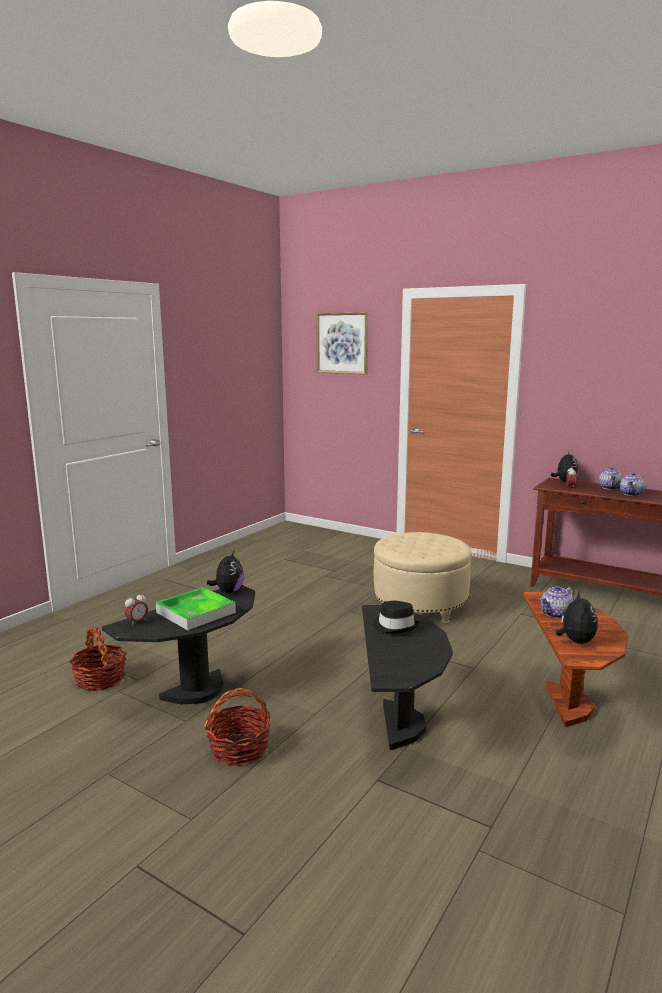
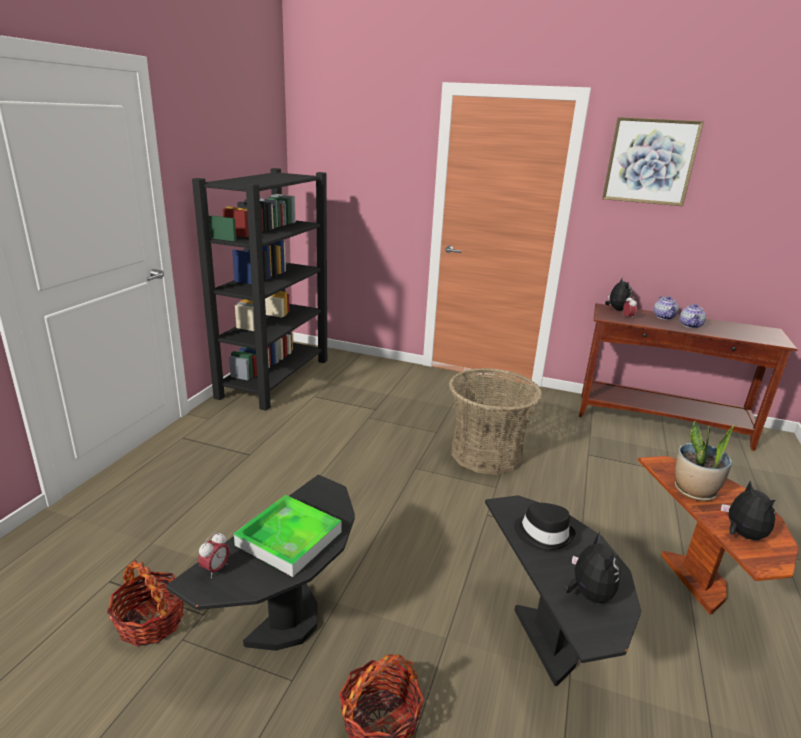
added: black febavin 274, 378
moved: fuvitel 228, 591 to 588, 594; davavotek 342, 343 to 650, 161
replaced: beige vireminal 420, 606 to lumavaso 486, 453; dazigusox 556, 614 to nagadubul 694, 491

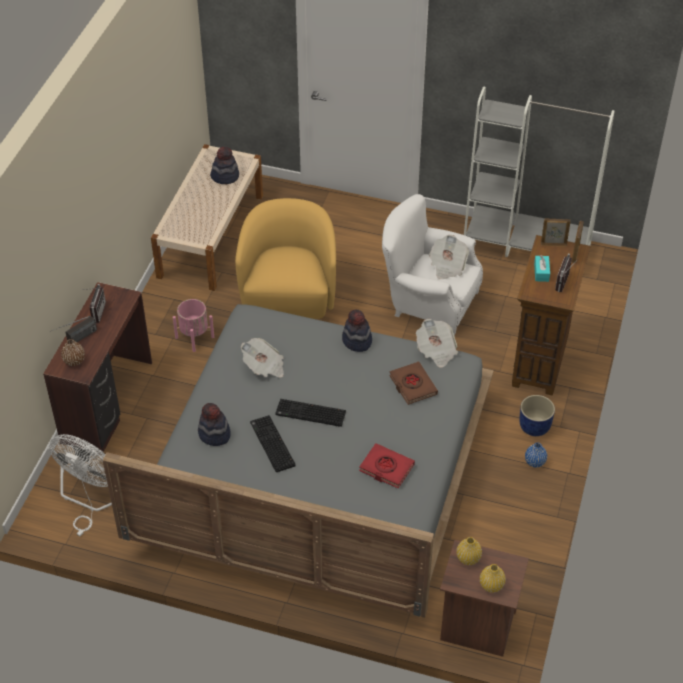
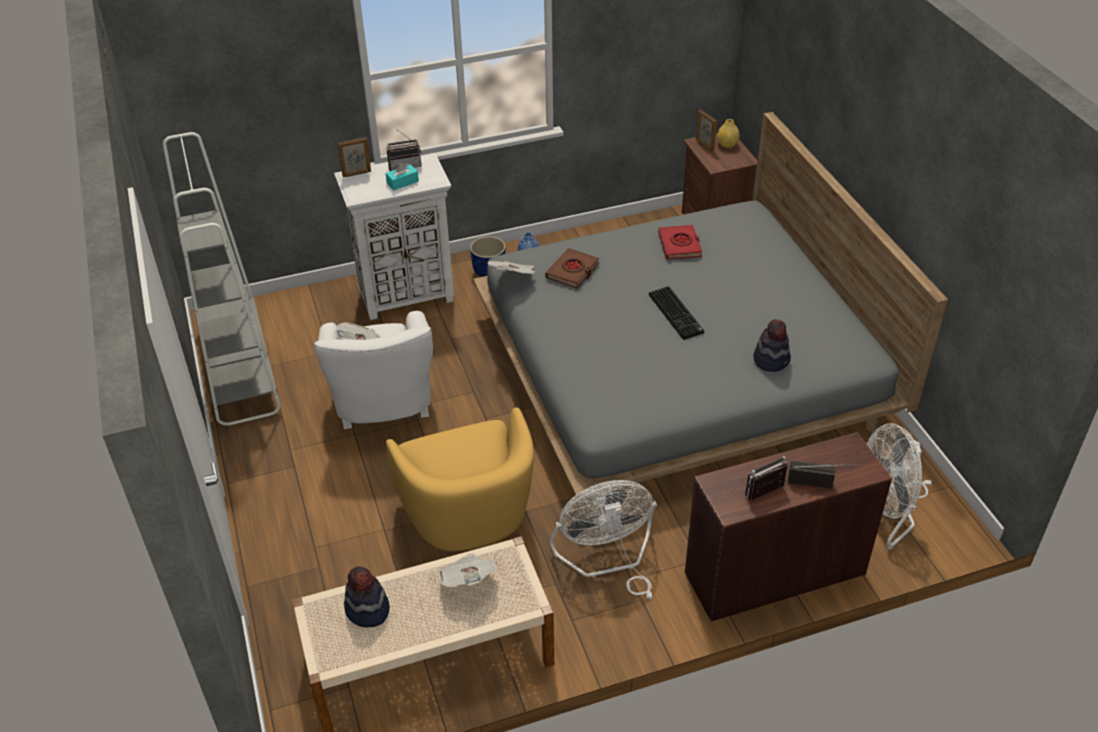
removed: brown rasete 74, 361; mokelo 271, 444; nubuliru 357, 341; yellow rasete 468, 558
moved: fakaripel 264, 367 to 468, 580; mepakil 553, 244 to 704, 145
replaced: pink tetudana 194, 337 to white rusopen 611, 560
recoloured: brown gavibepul 540, 363 to white gavibepul 407, 296
turned: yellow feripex 289, 294 = 469, 517 75 degrees counterclockwise

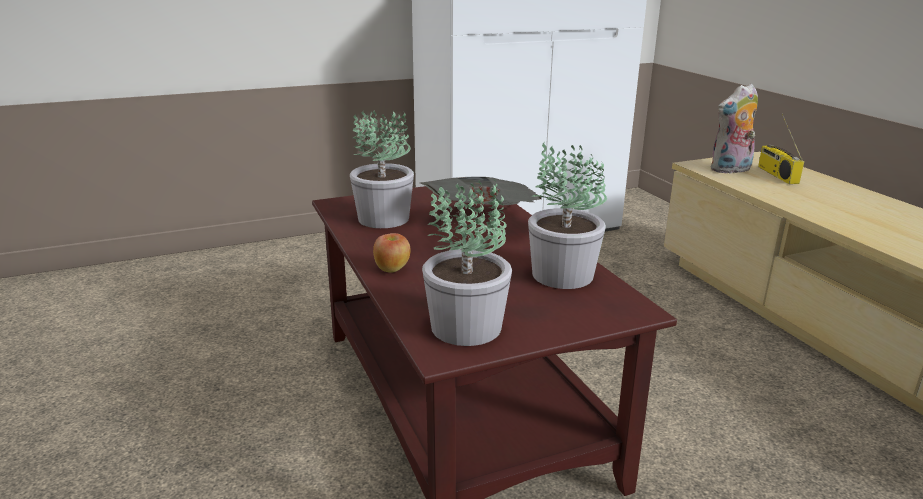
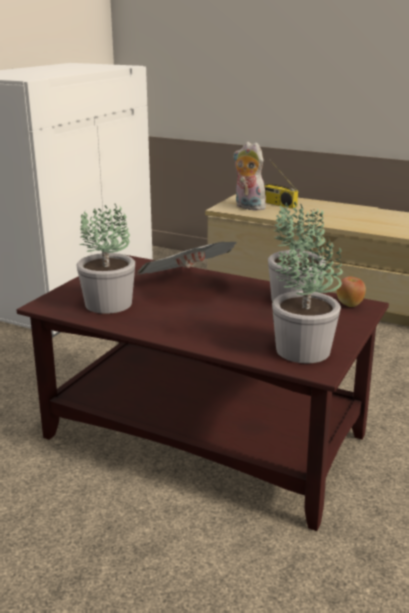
moved: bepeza 392, 269 to 350, 304
turned: fuvitel 730, 170 = 247, 207 105 degrees clockwise

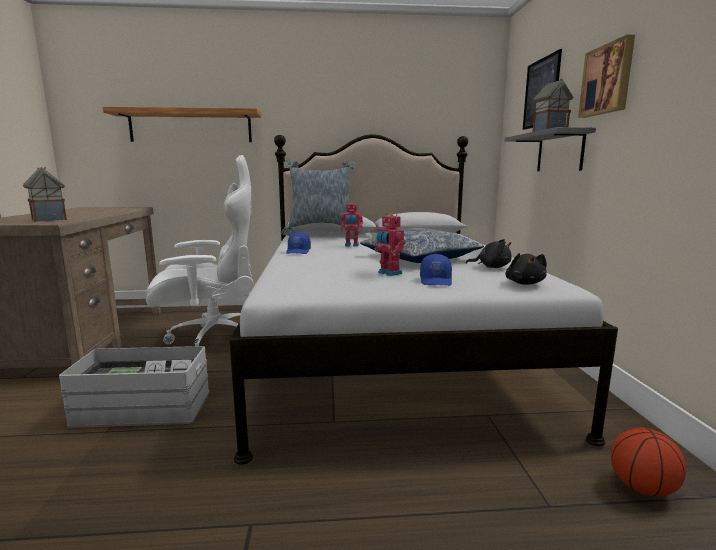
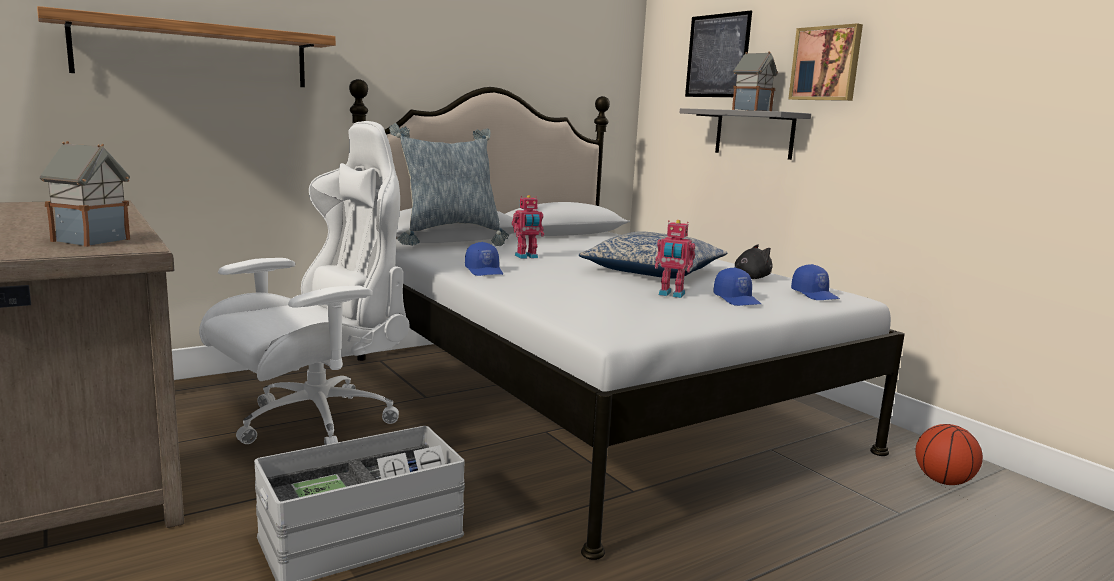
replaced: black fuvitel 524, 283 to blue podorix 815, 295

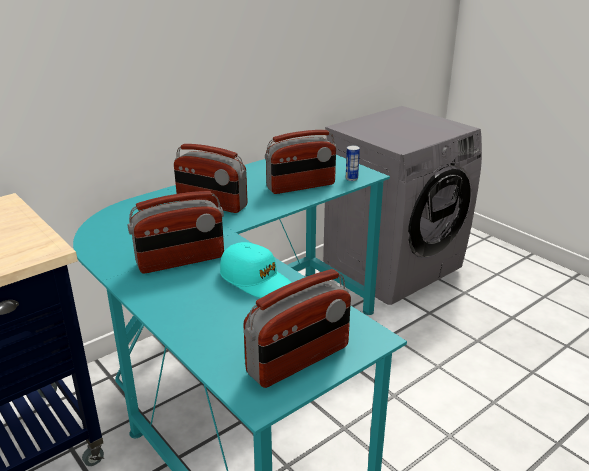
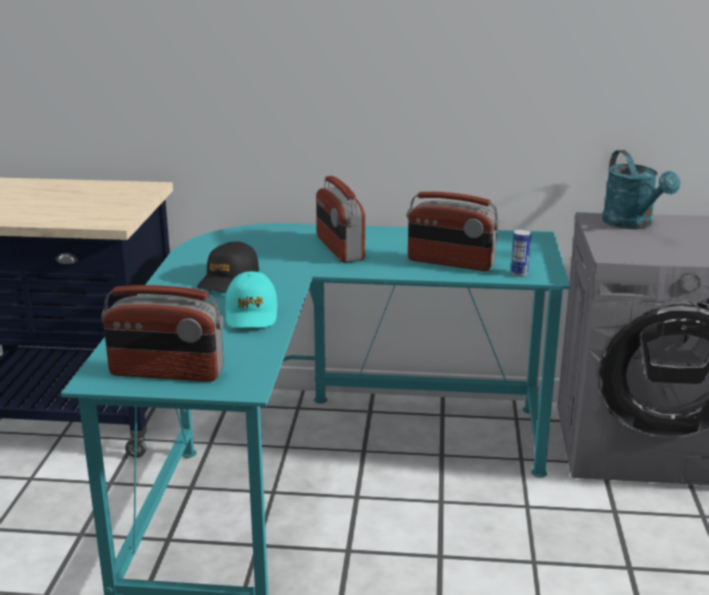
added: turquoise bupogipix 633, 224
replaced: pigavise 181, 261 to black podorix 228, 279

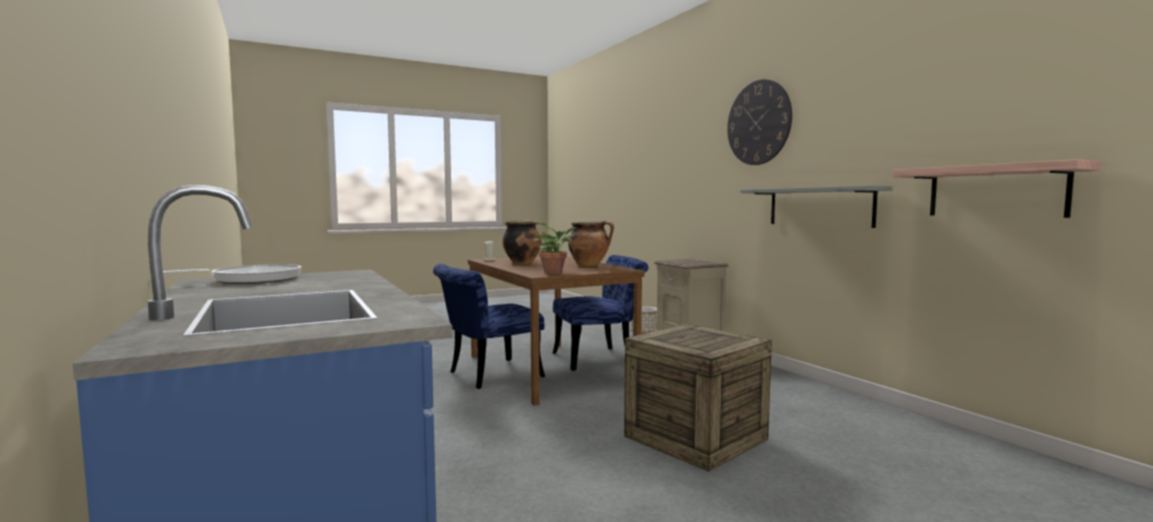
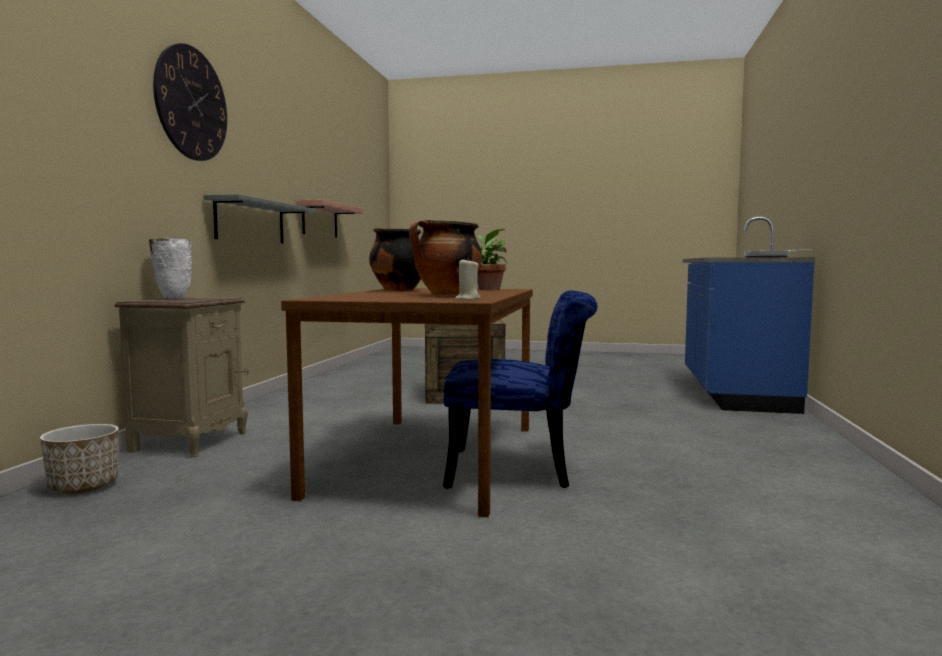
removed: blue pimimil 600, 358
added: white rasete 172, 298

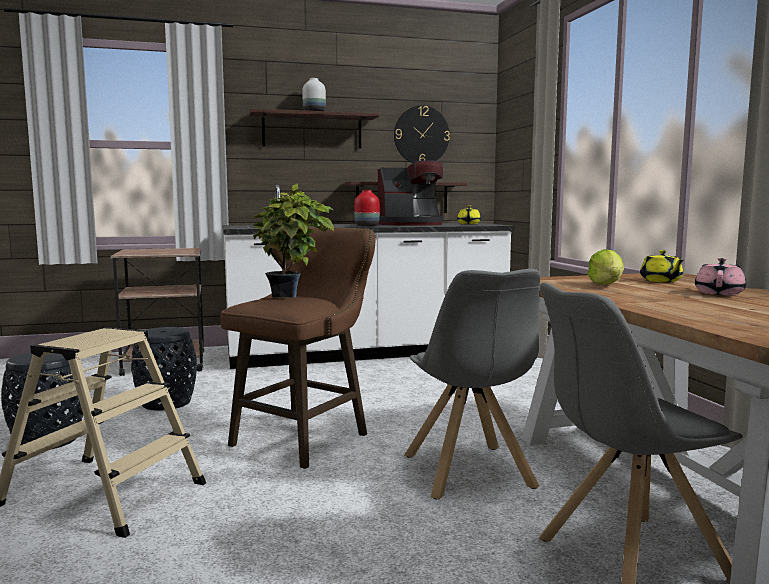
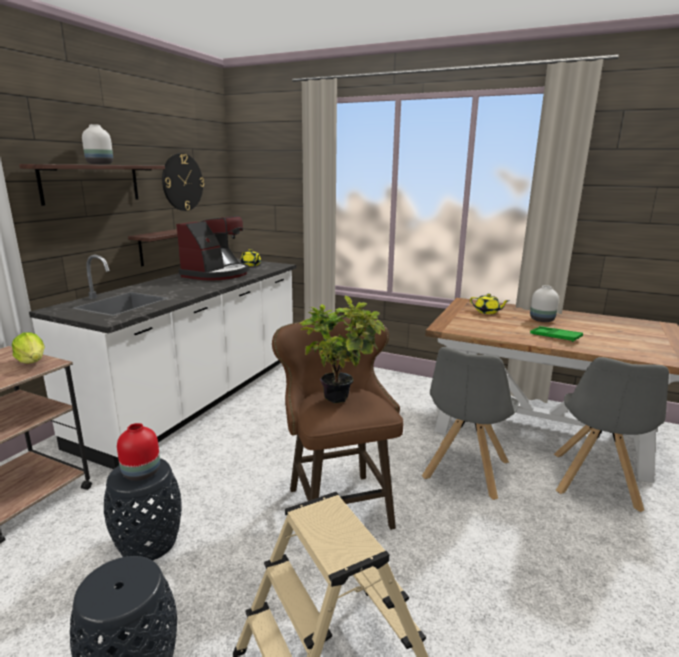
added: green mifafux 555, 337
moved: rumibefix 606, 285 to 32, 362; red rasete 367, 226 to 142, 472
replaced: pink dazigusox 719, 293 to white rasete 541, 320
turned: grey pimimil 470, 474 = 465, 472 90 degrees clockwise

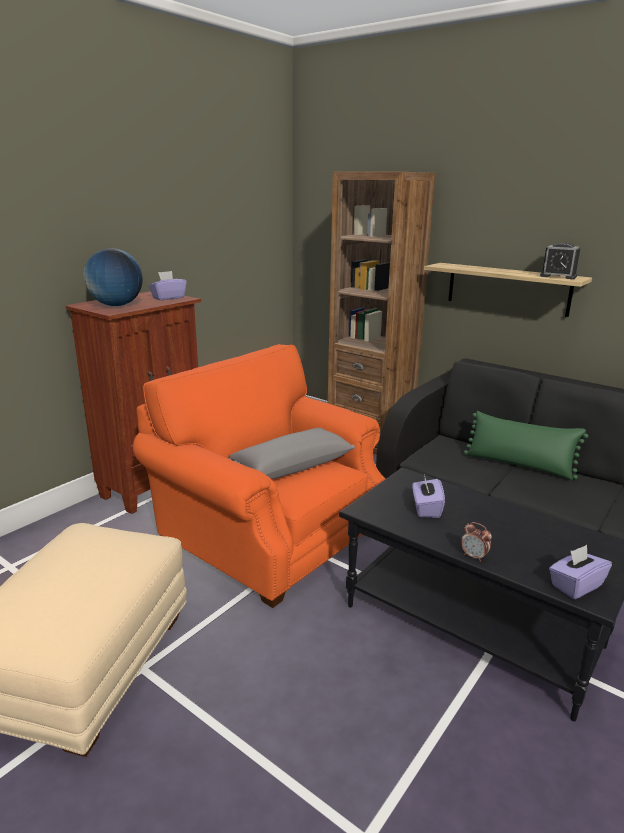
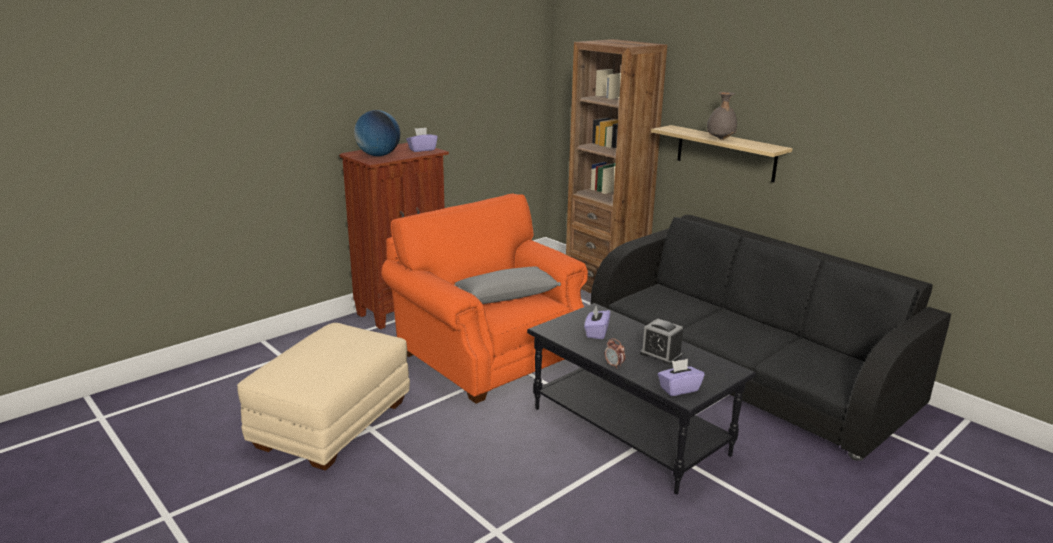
removed: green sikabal 519, 465
added: grey rasete 720, 139
moved: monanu 558, 276 to 660, 355

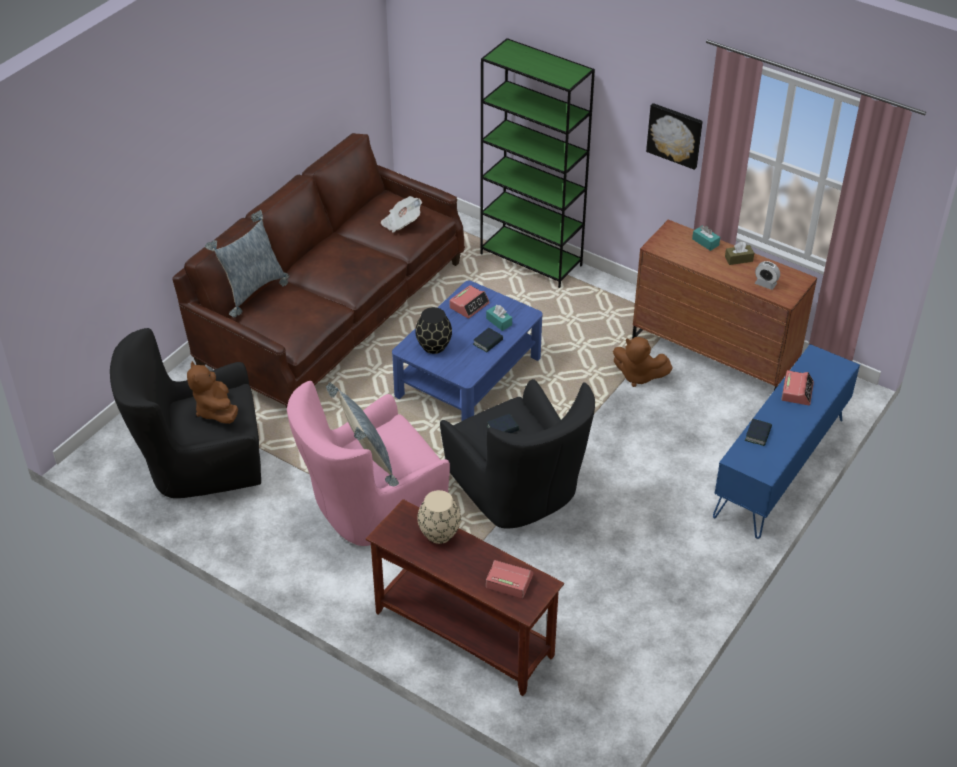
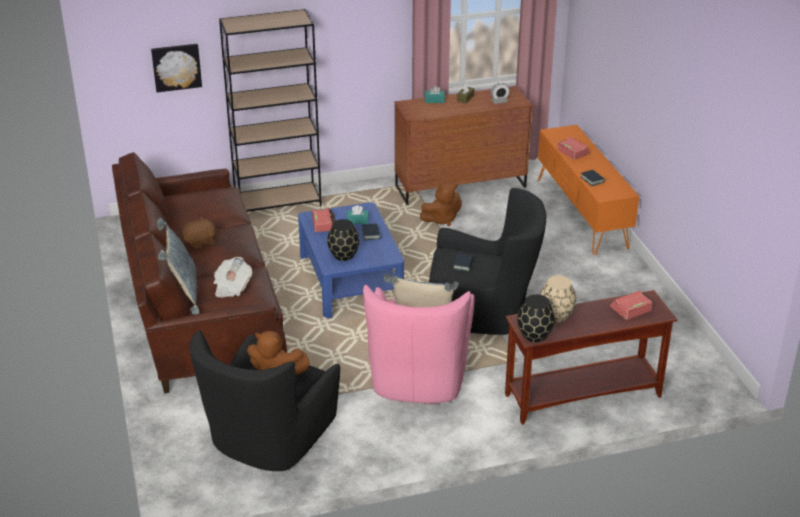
added: brown fuvitel 201, 242; black rasete 534, 335
moved: davavotek 675, 135 to 176, 67; fakaripel 401, 223 to 231, 287
recoloured: green febavin 531, 260 to beige febavin 278, 203; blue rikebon 778, 468 to orange rikebon 581, 214

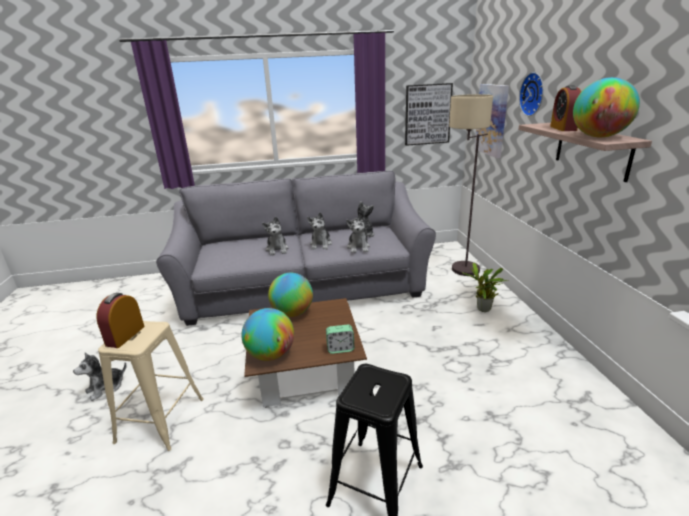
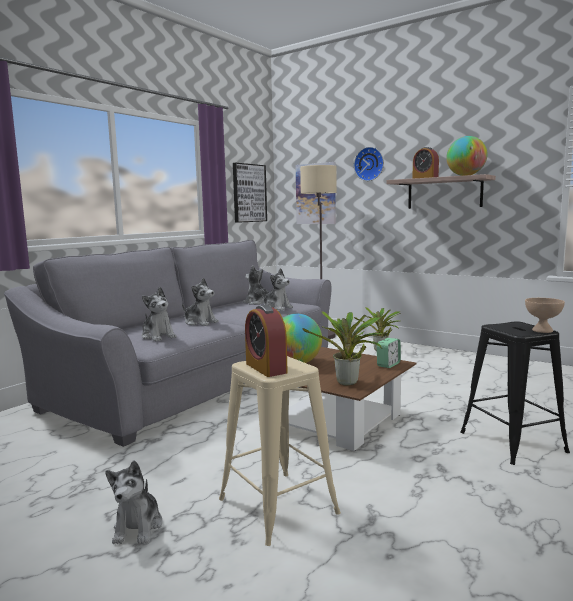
added: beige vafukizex 542, 331
moved: fuvitel 321, 244 to 158, 336
replaced: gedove 271, 355 to nagadubul 348, 384

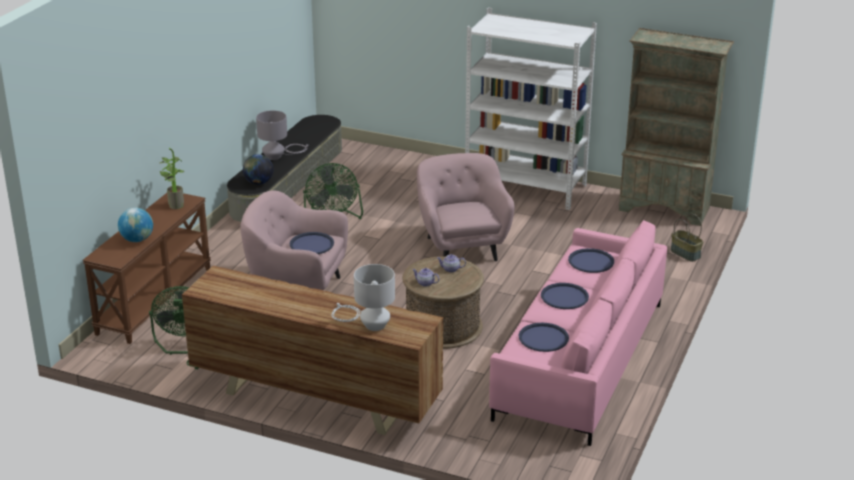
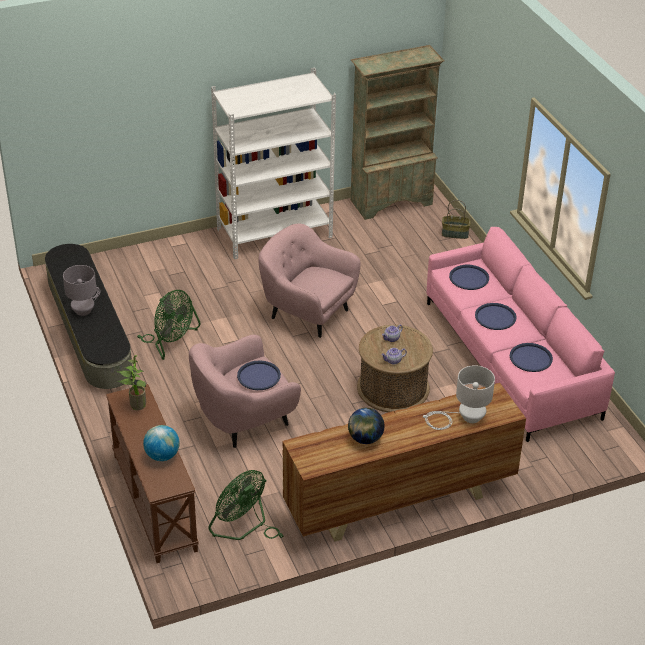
moved: gedove 258, 182 to 365, 439

